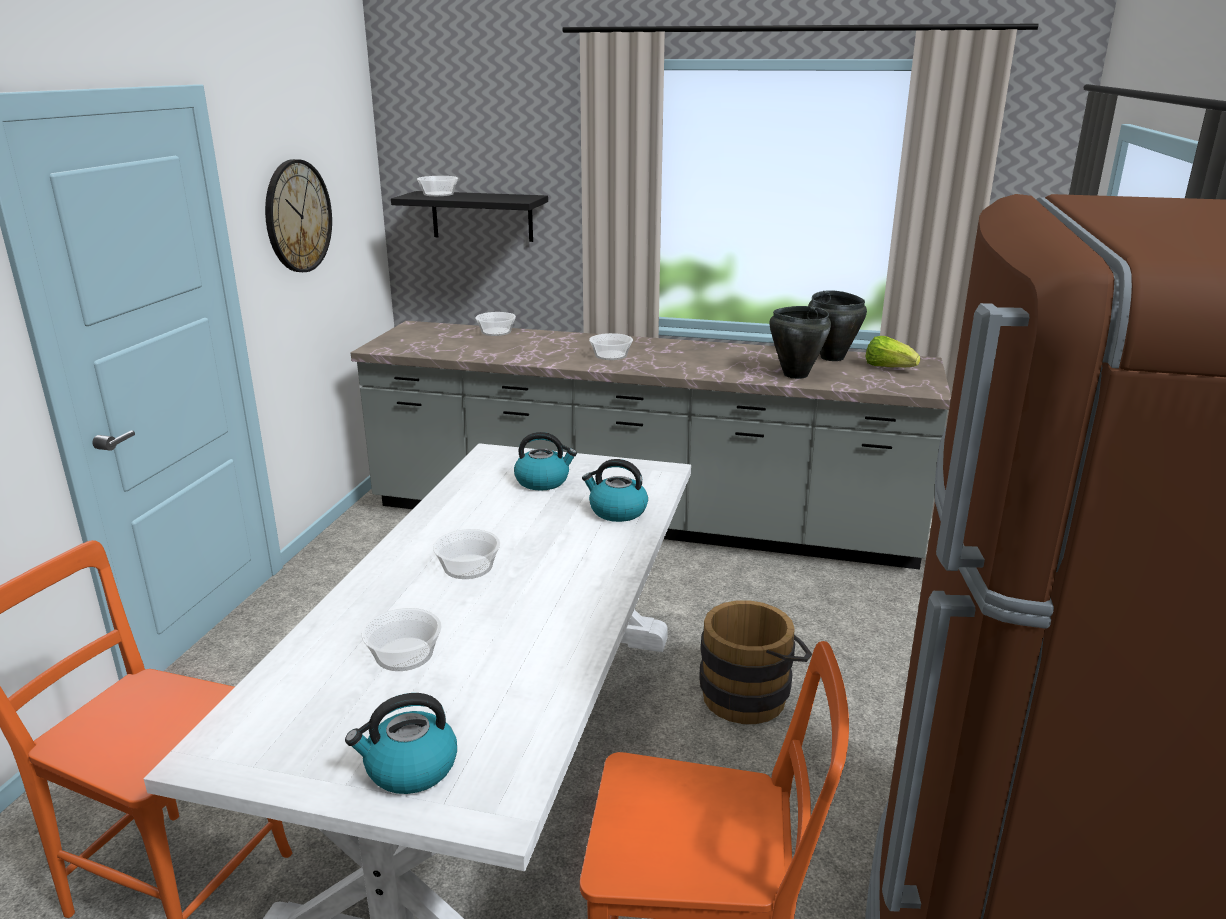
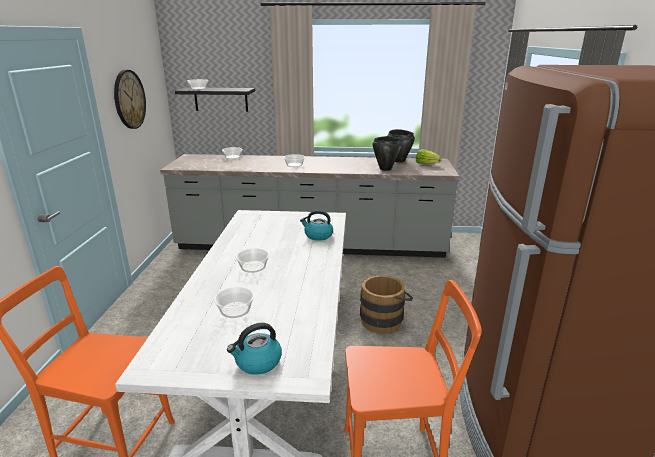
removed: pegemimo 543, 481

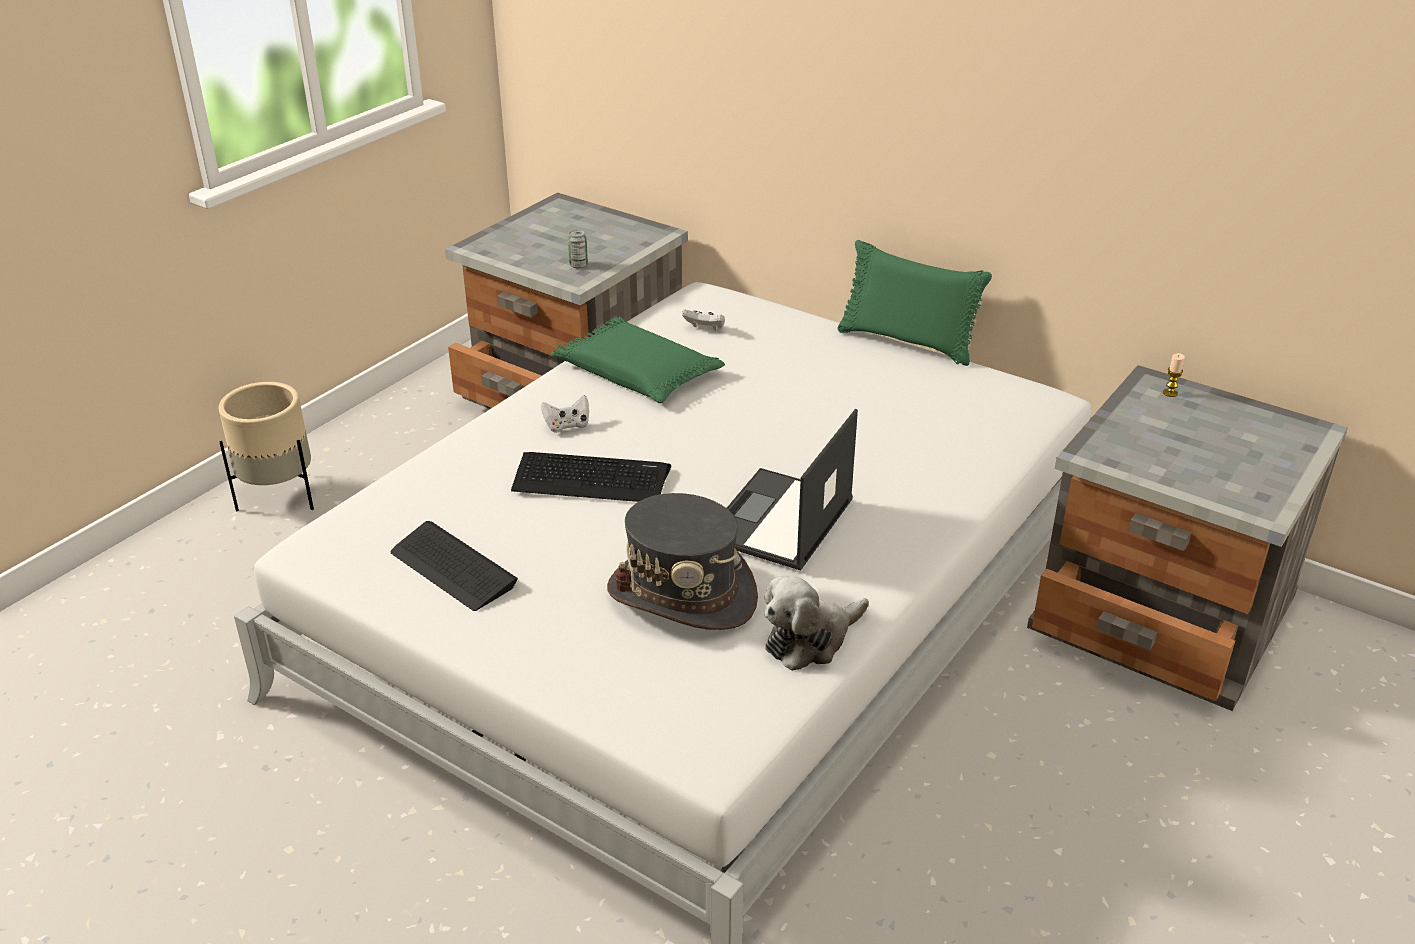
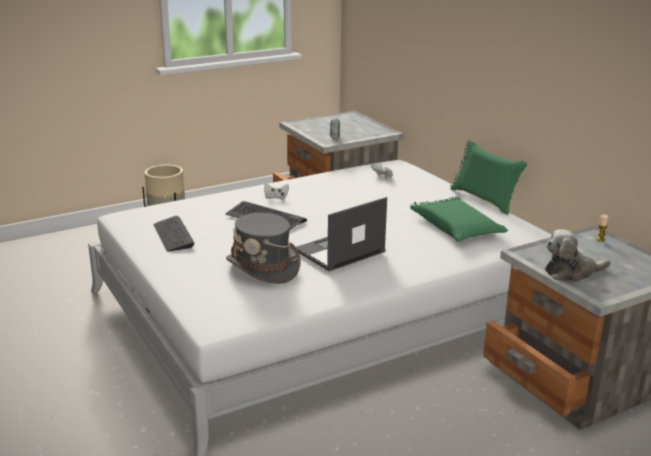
moved: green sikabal 637, 370 to 456, 225; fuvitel 810, 640 to 571, 272

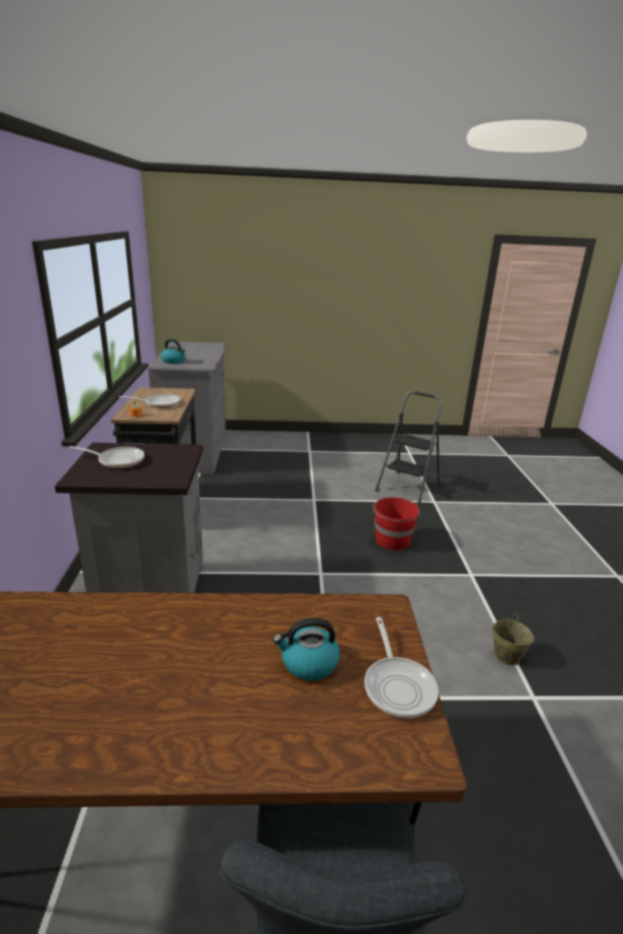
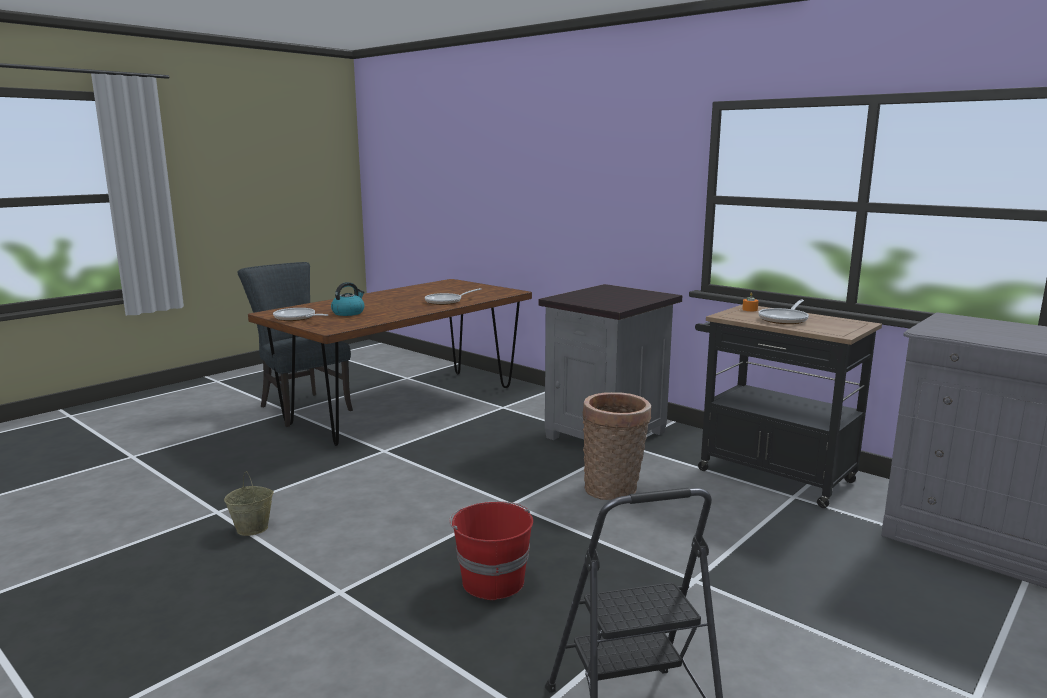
removed: pegemimo 174, 361
added: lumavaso 614, 490
moved: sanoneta 117, 460 to 446, 301

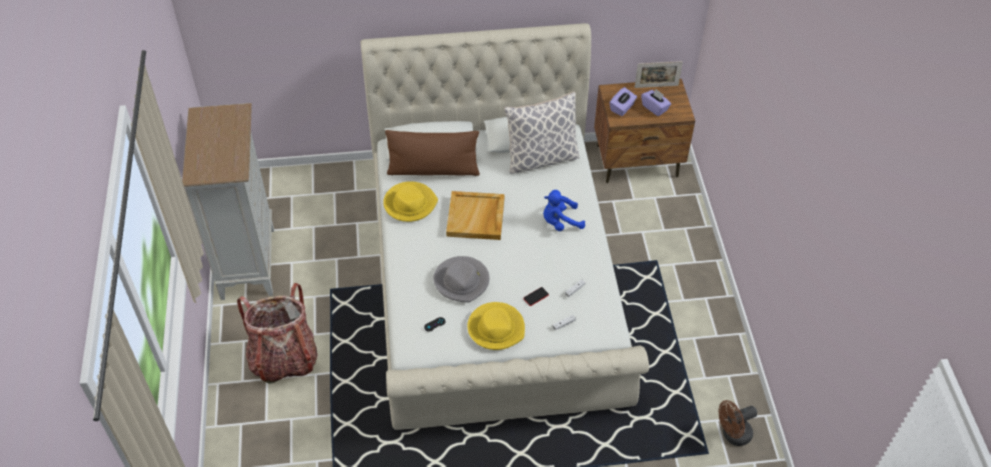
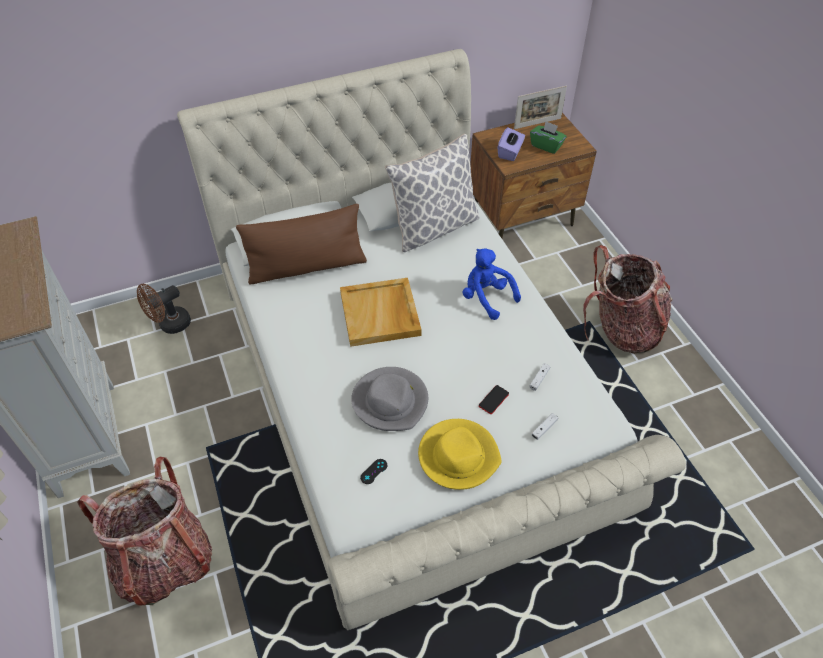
removed: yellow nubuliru 410, 203
added: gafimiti 621, 329
moved: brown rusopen 732, 435 to 170, 325
recoloured: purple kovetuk 655, 108 to green kovetuk 546, 146
turned: blue fuvitel 560, 222 = 486, 297 75 degrees clockwise

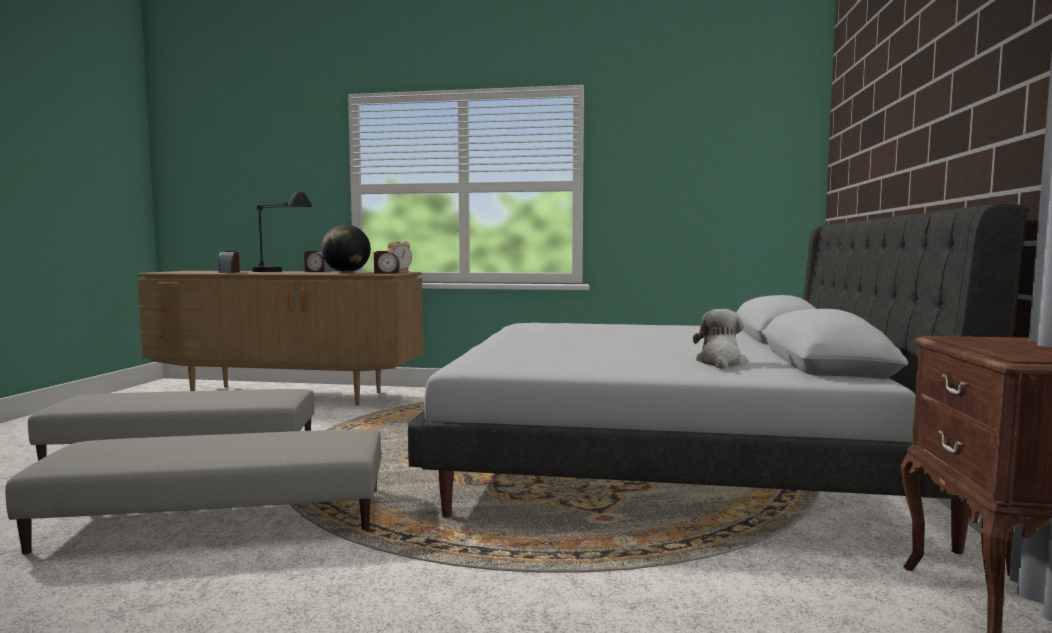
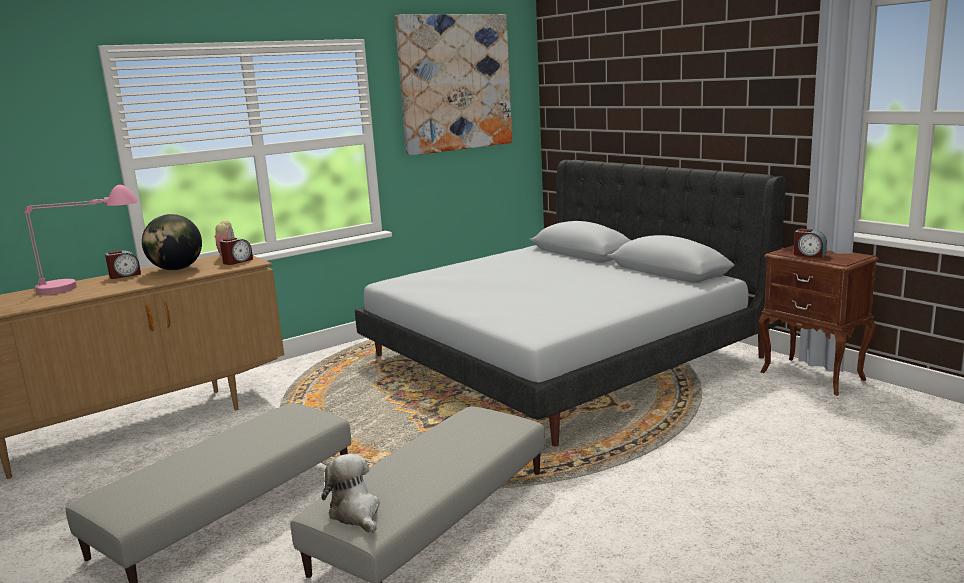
added: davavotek 455, 83
moved: fuvitel 720, 363 to 356, 513; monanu 229, 272 to 809, 254
recoloured: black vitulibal 281, 272 to pink vitulibal 91, 286

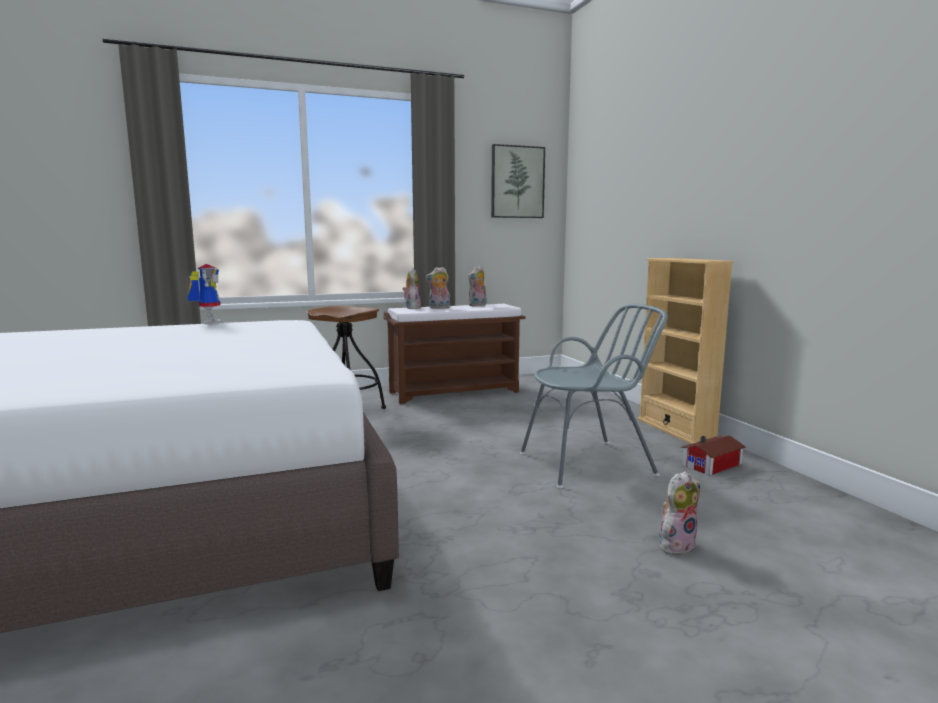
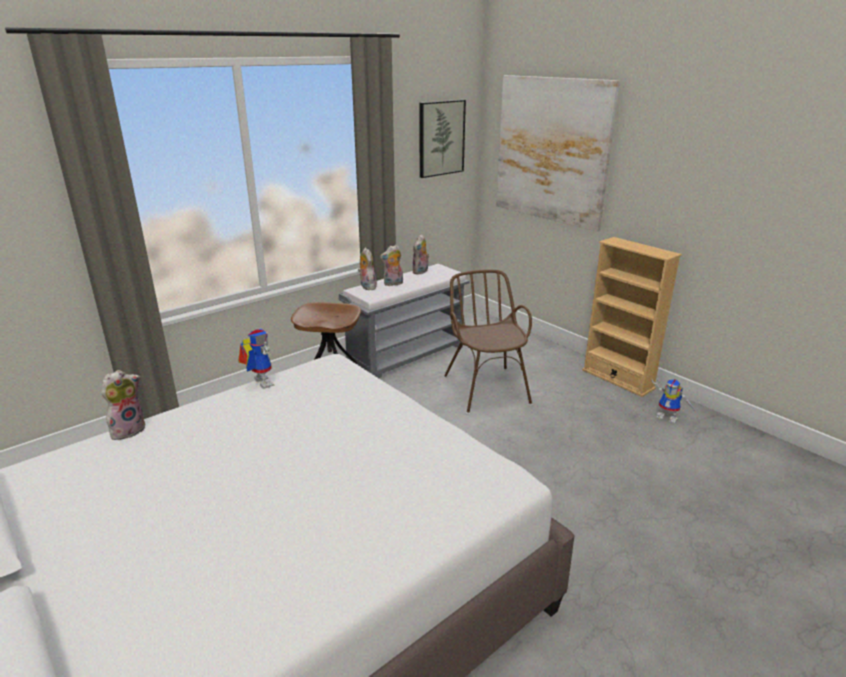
removed: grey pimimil 591, 462
added: brown pimimil 485, 388; davavotek 552, 150
moved: fuvitel 676, 545 to 128, 429
replaced: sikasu 714, 464 to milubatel 669, 417
recoloured: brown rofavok 455, 392 to grey rofavok 407, 355

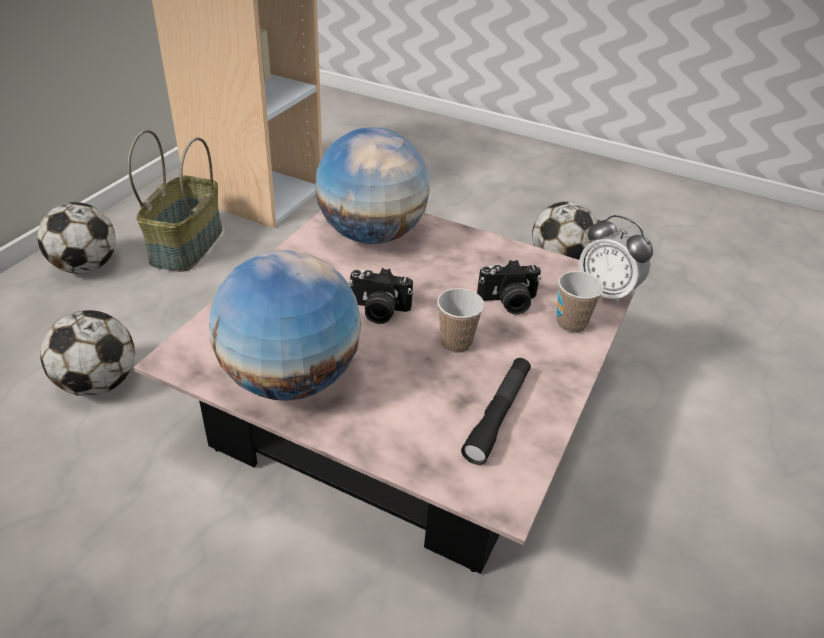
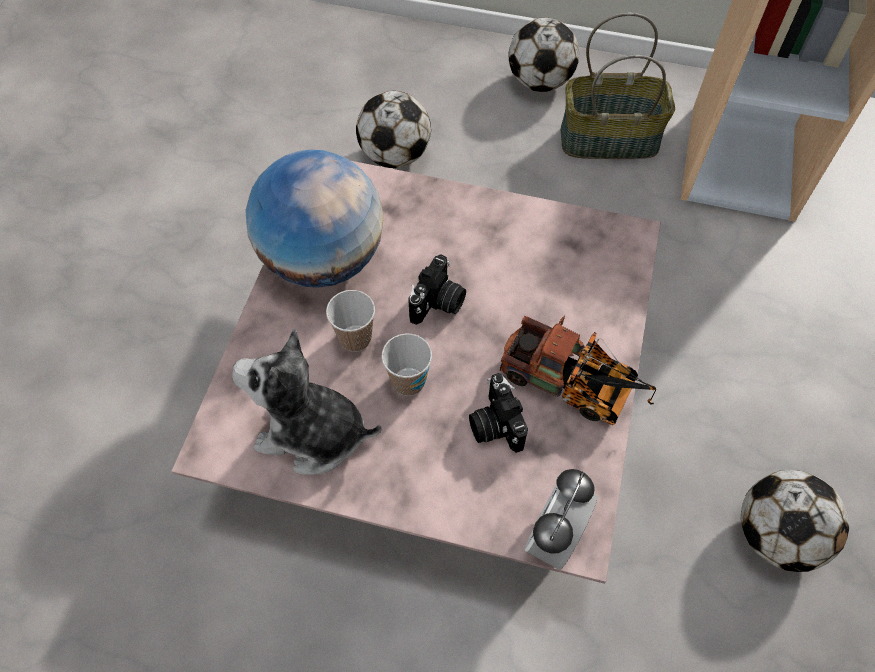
removed: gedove 372, 234
added: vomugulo 573, 386
moved: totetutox 571, 324 to 355, 338
replaced: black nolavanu 498, 415 to fuvitel 312, 433
turned: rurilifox 378, 311 = 438, 303 150 degrees counterclockwise

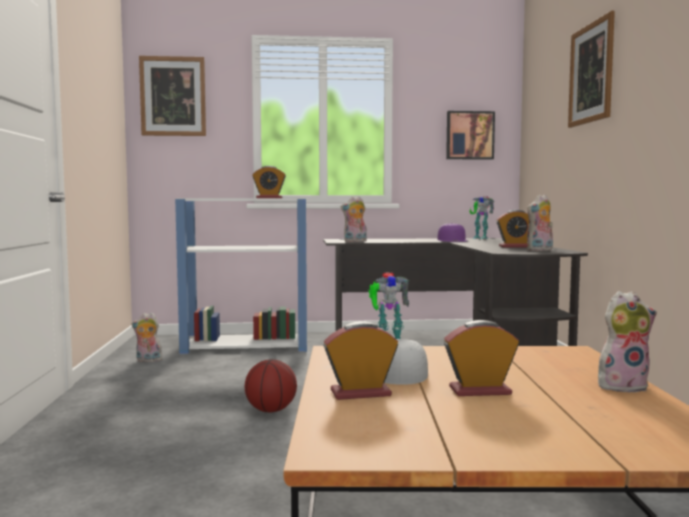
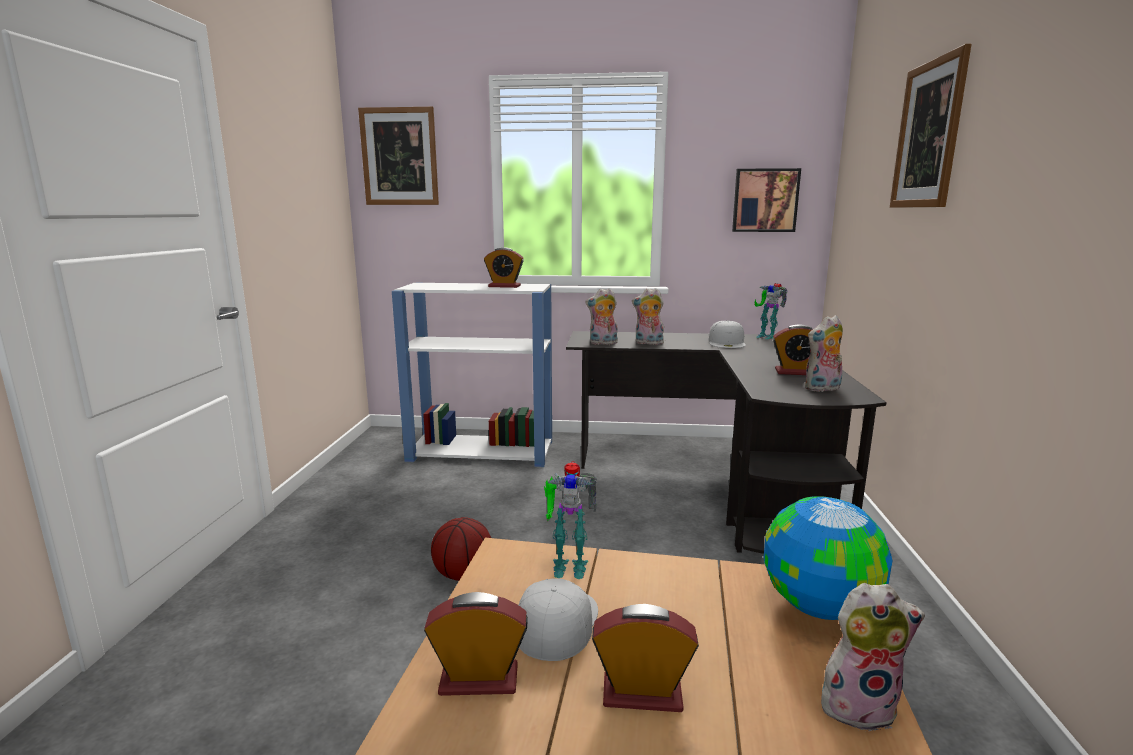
added: gedove 817, 606
moved: fuvitel 147, 360 to 648, 343
recoloured: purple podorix 452, 240 to white podorix 727, 342

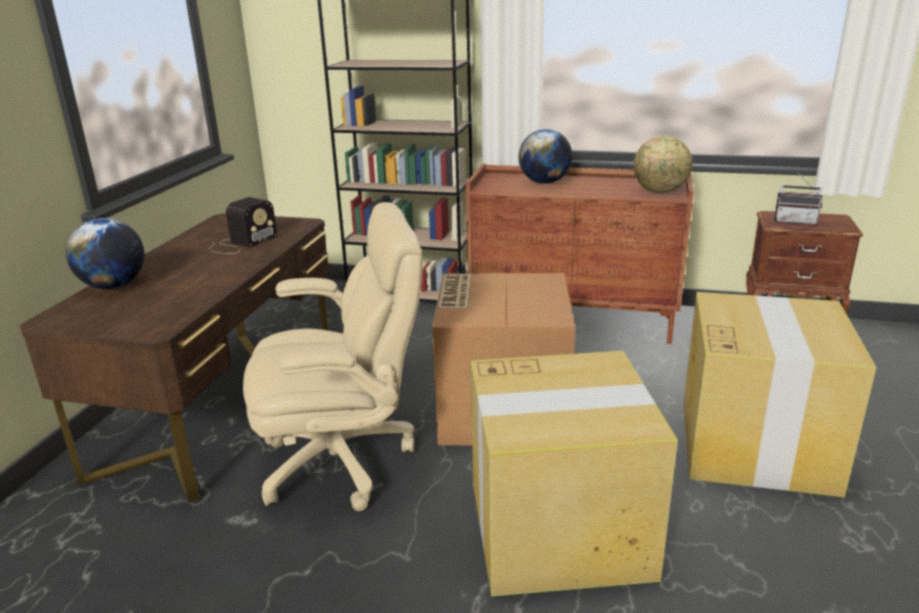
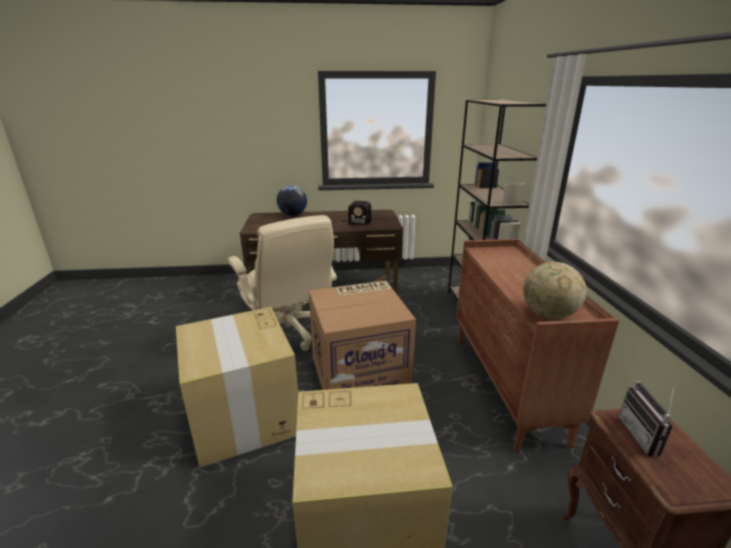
removed: gedove 544, 182

